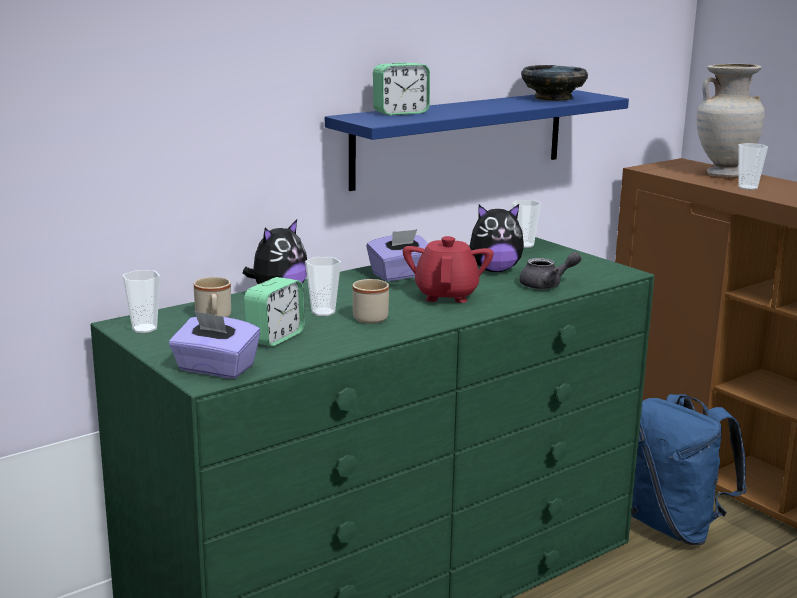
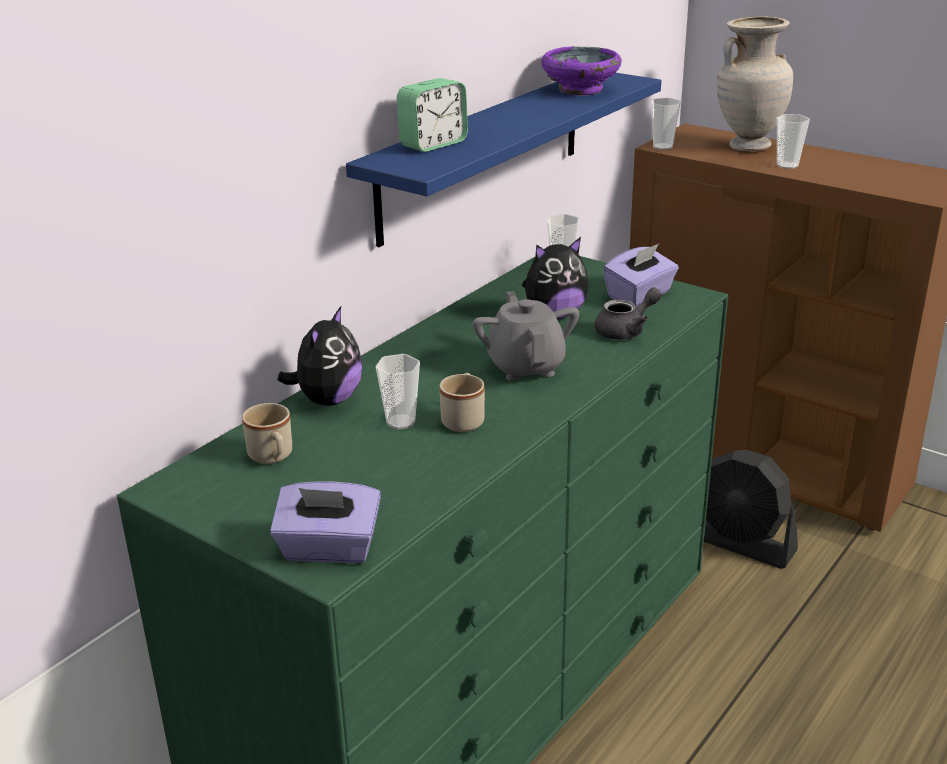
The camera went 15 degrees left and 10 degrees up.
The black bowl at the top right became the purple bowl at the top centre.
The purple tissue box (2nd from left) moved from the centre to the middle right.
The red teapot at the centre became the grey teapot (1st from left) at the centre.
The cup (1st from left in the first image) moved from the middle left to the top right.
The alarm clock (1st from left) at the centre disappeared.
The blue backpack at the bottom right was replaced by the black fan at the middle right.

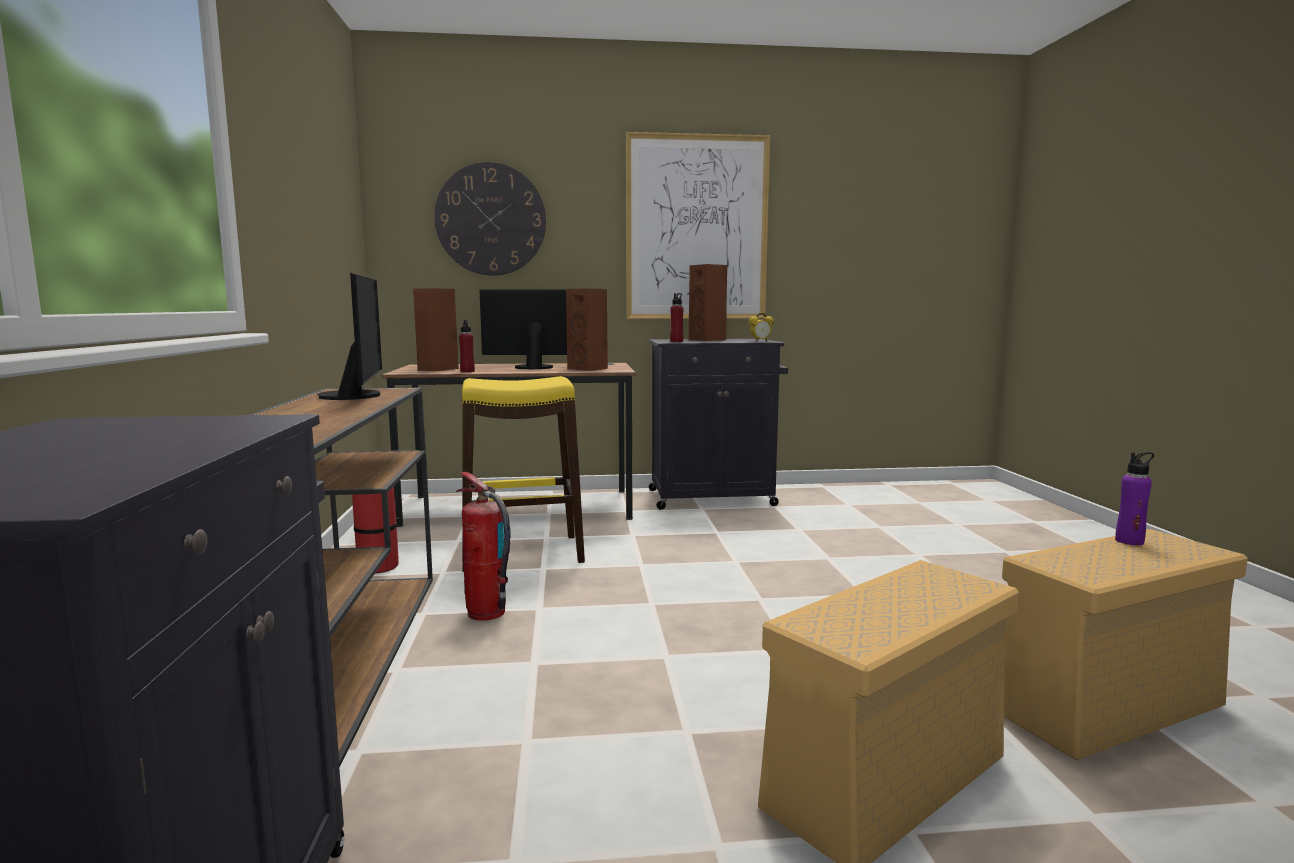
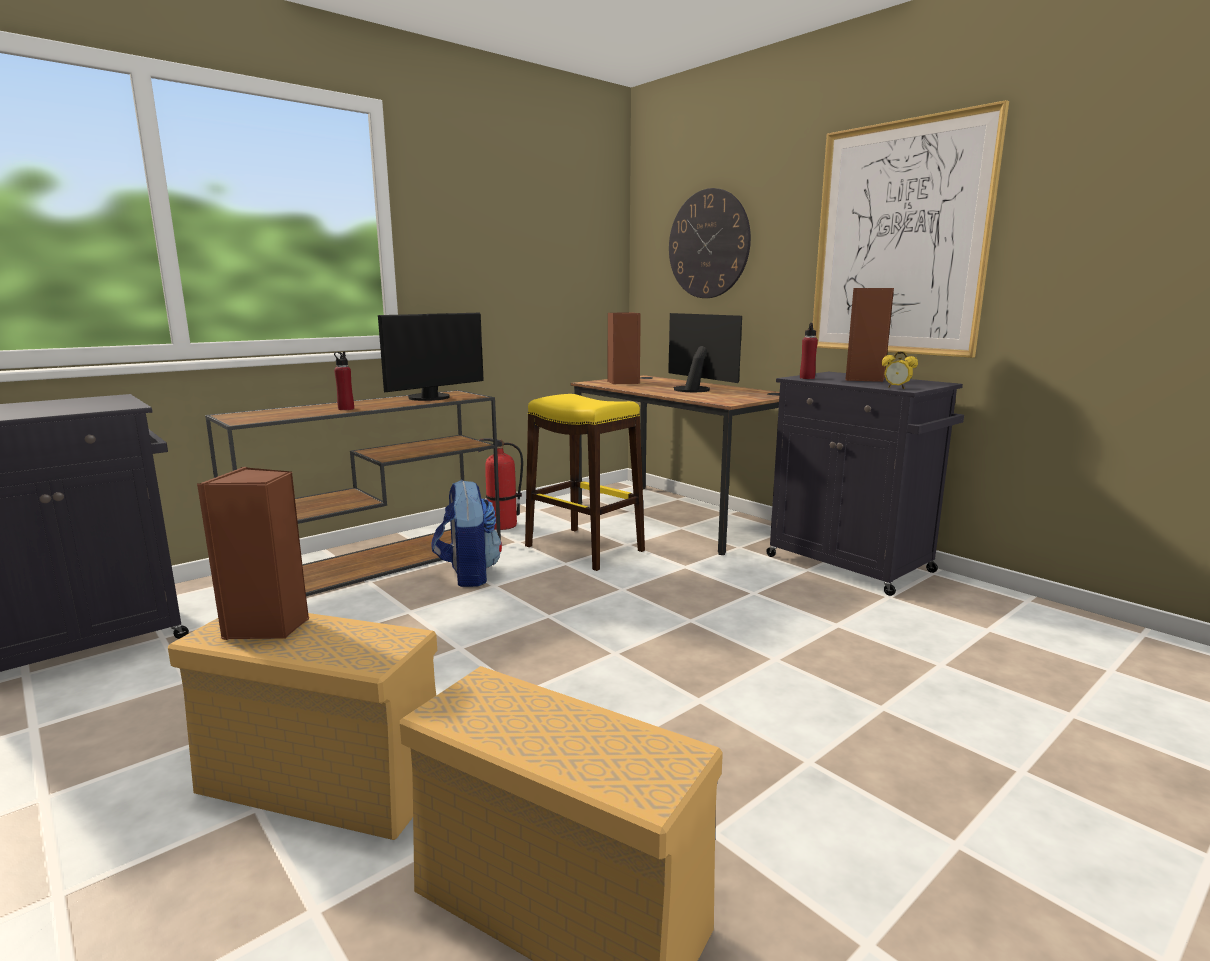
The camera went 55 degrees right and 5 degrees up.
The brown speaker (2nd from left in the first image) moved from the centre to the middle left.
The red bottle (1st from left) moved from the centre to the middle left.
The purple bottle at the middle right disappeared.
The fire extinguisher (2nd from left) at the centre was replaced by the backpack at the centre.

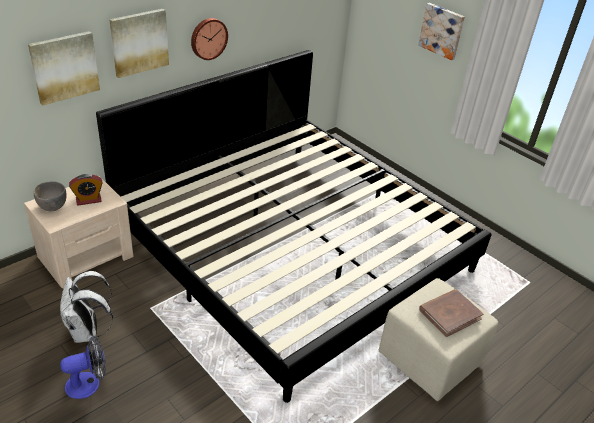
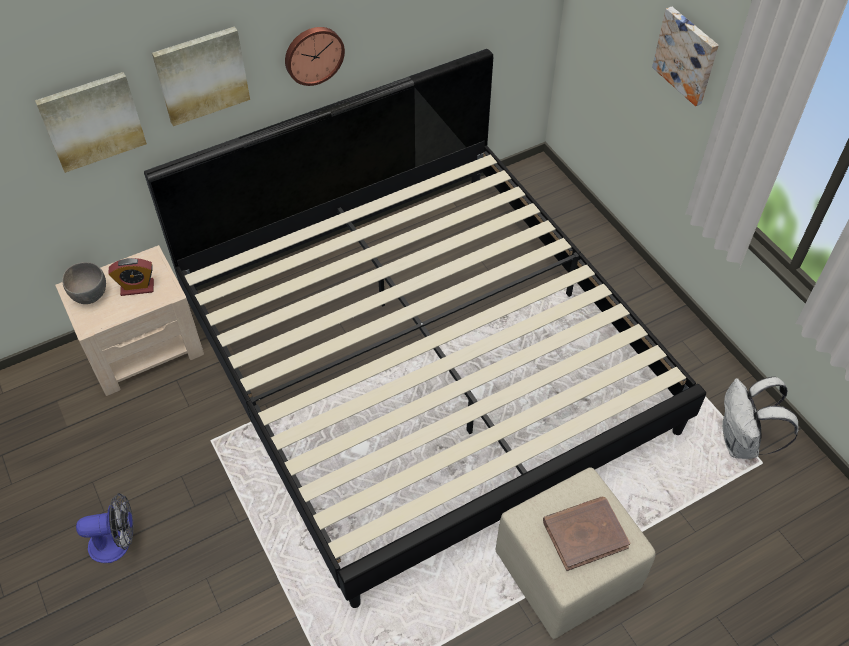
The camera went 15 degrees right and 15 degrees up.
The white backpack moved from the bottom left to the middle right.

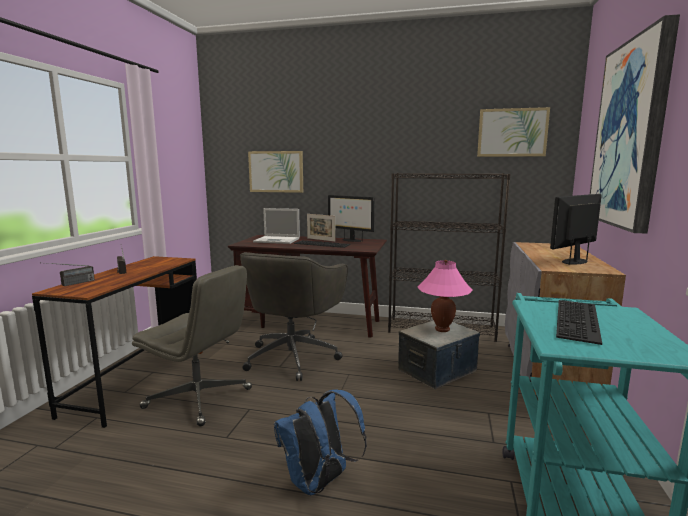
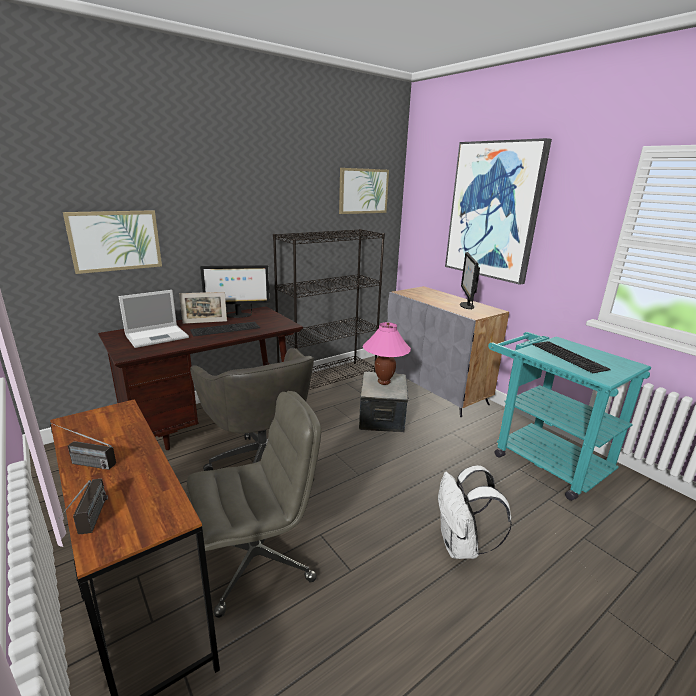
The camera went 50 degrees left and 10 degrees up.
The blue backpack at the bottom centre became the white backpack at the bottom right.

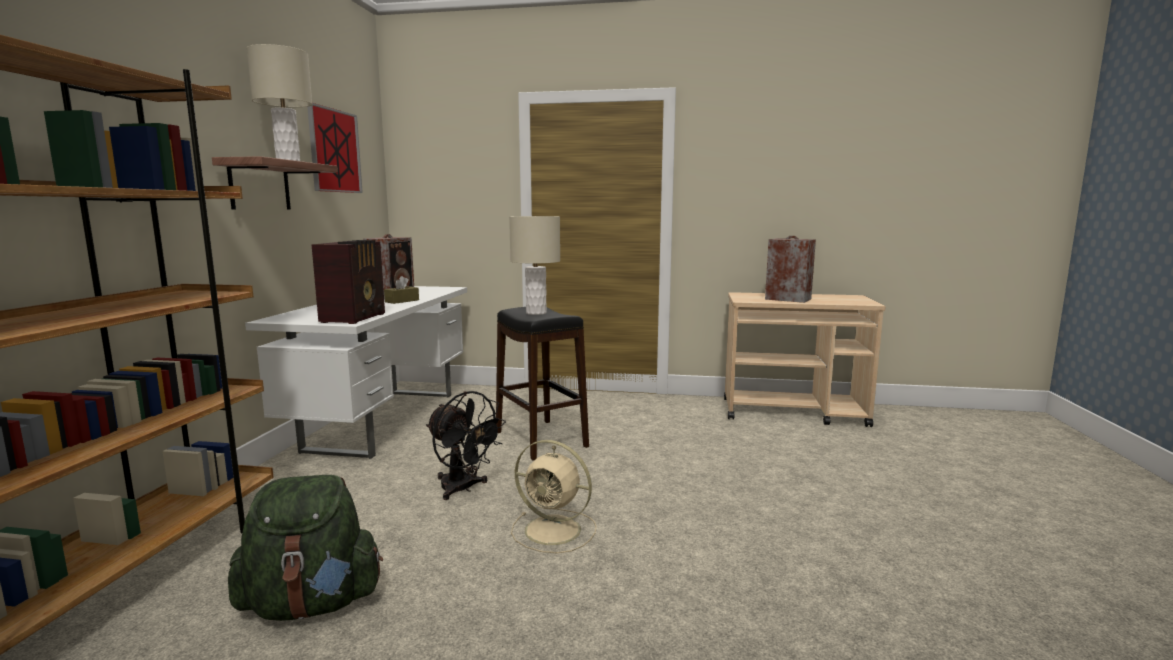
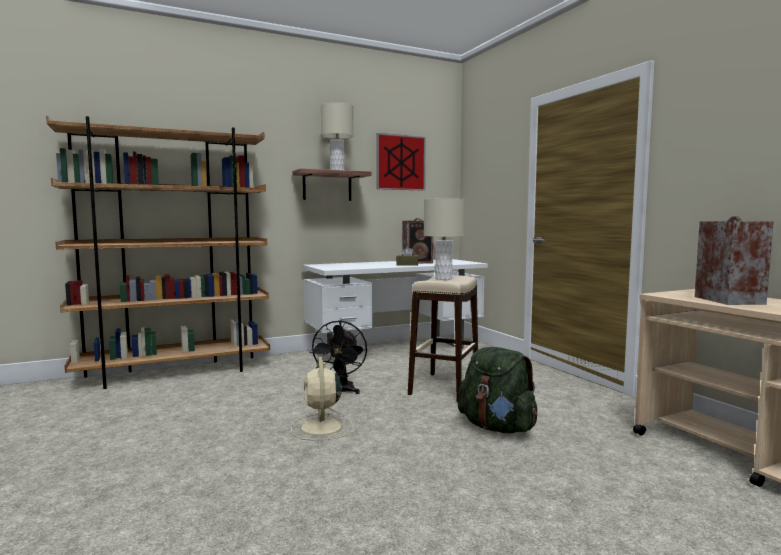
The camera went 55 degrees right and 5 degrees down.
The radio at the middle left disappeared.
The black stool at the centre became the beige stool at the centre.
The green backpack moved from the bottom left to the bottom centre.

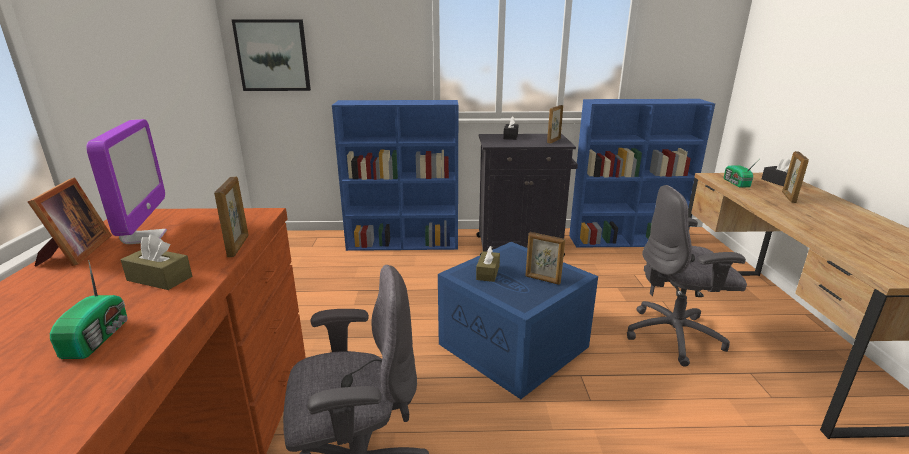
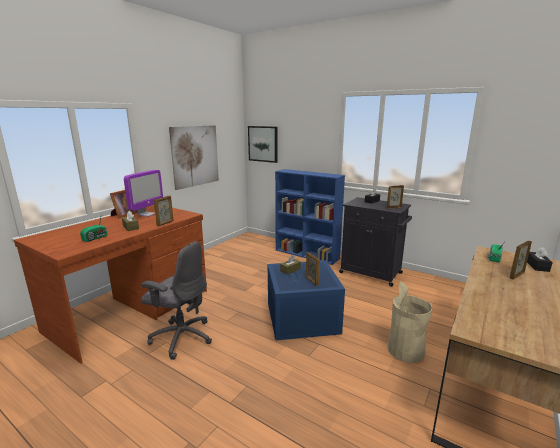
The camera went 35 degrees right and 5 degrees down.
The blue bookcase (2nd from left) at the middle right disappeared.
The grey office chair (2nd from left) at the middle right was replaced by the beige trash can at the bottom right.
The picture (1st from left) at the centre appeared.

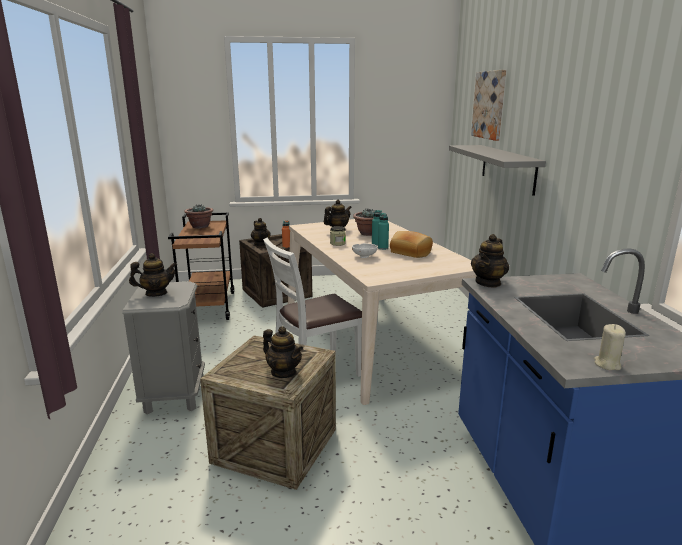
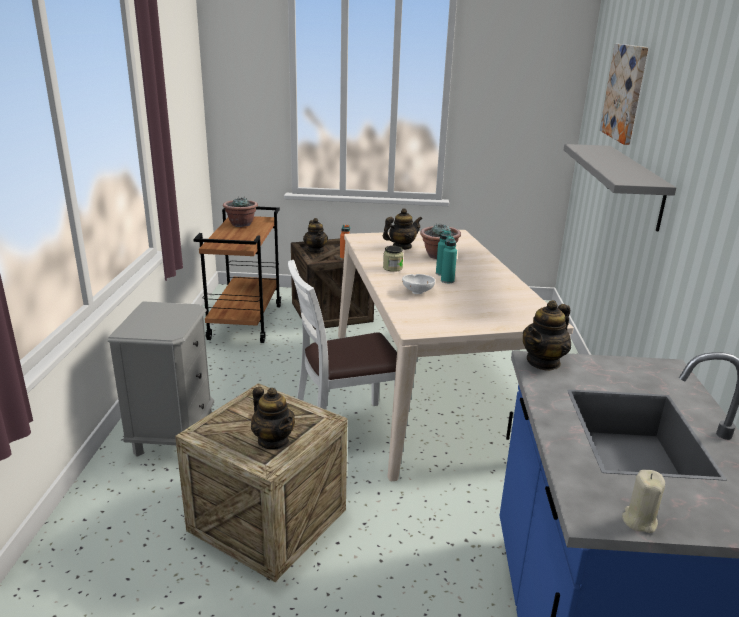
The camera went 10 degrees right and 5 degrees up.
The bread at the centre disappeared.
The teapot (1st from left) at the middle left disappeared.

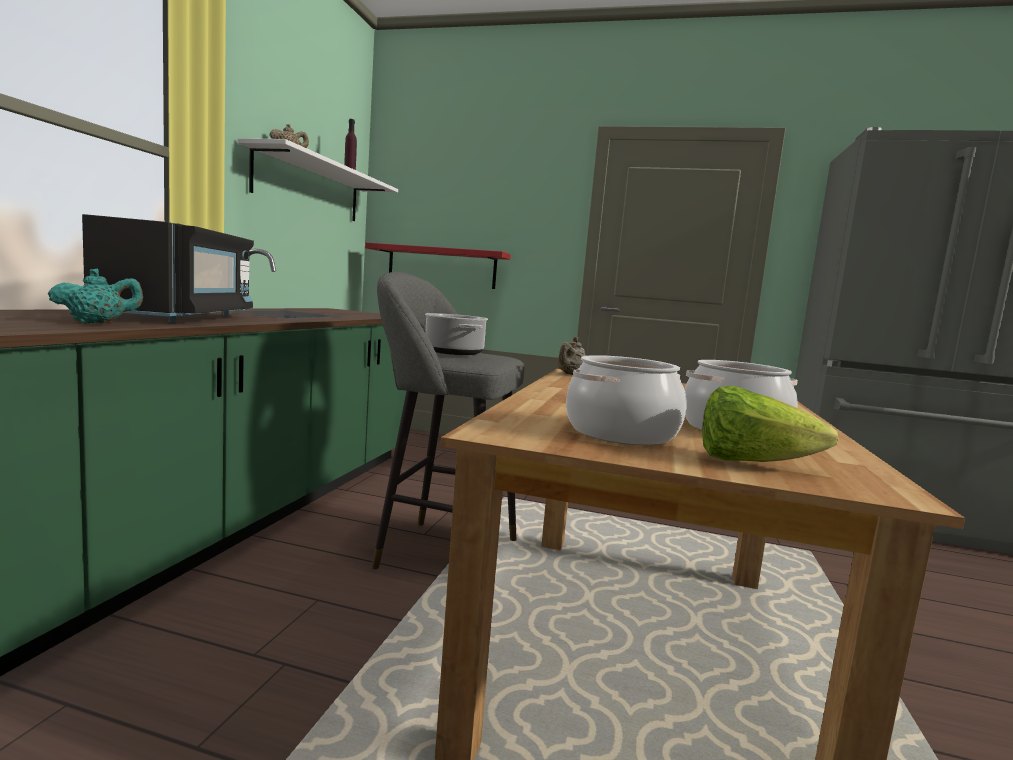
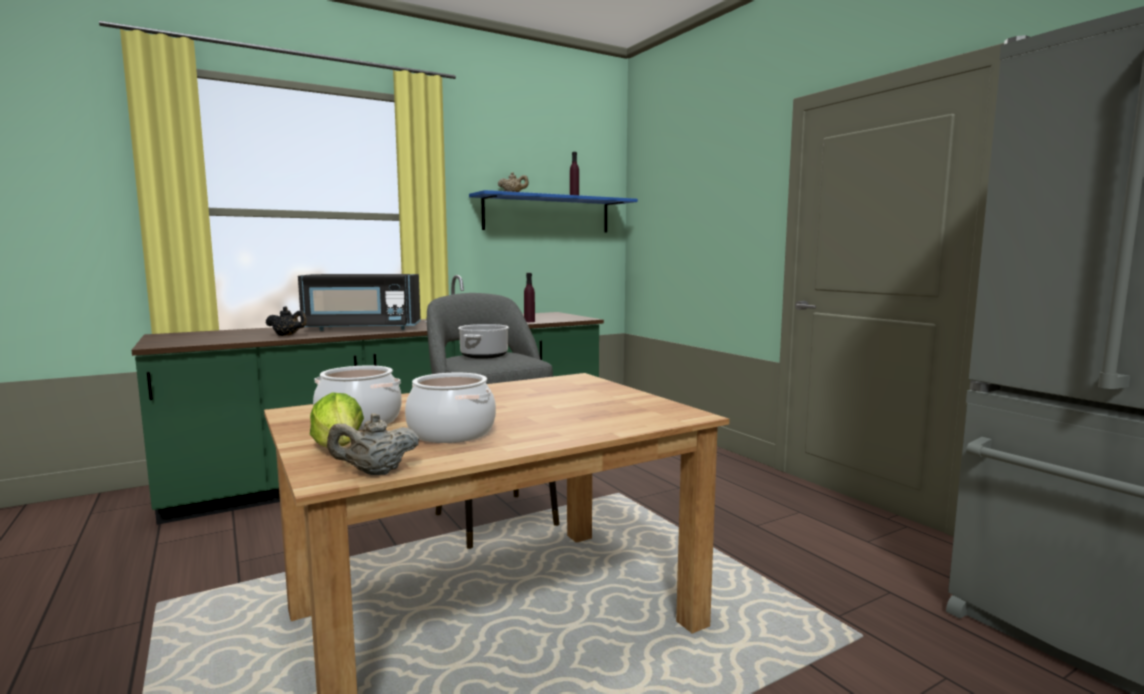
The camera went 45 degrees right and 0 degrees up.
The white shelf at the top left became the blue shelf at the top centre.
The black microwave at the middle left turned 45 degrees clockwise.
The red shelf at the centre disappeared.
The turquoise teapot at the middle left became the black teapot at the middle left.
The beige teapot (2nd from left in the first image) moved from the centre to the middle left.
The purple bottle (1st from left) at the centre appeared.

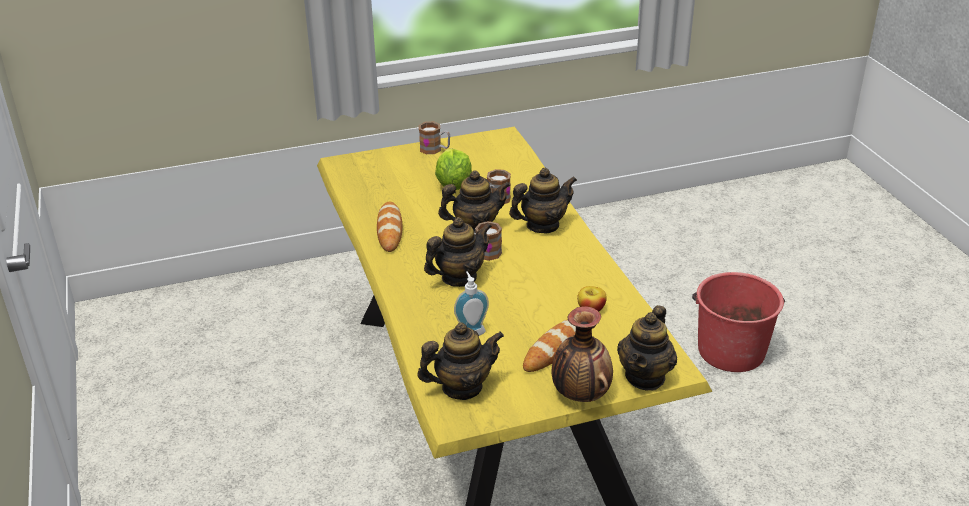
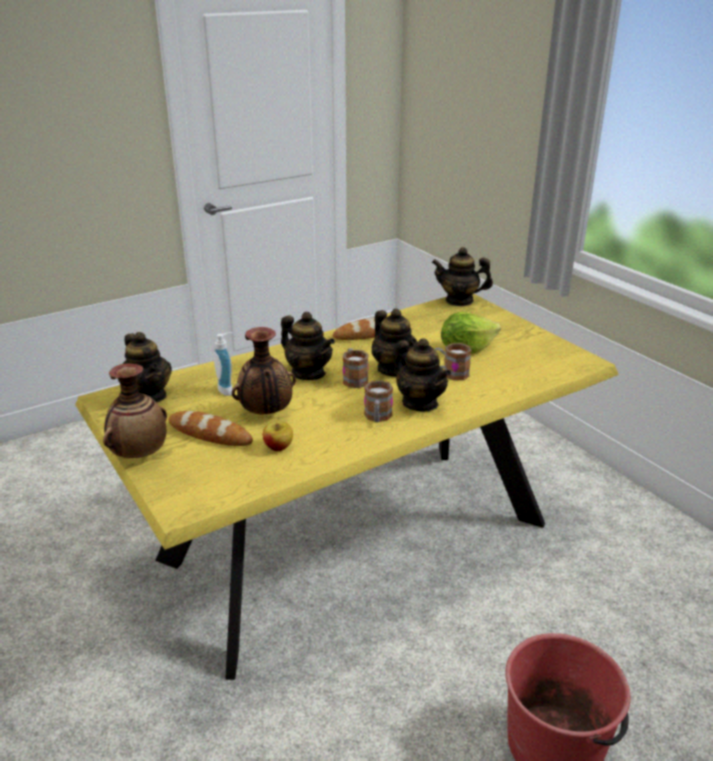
The camera went 75 degrees right and 5 degrees down.
The mug (1st from left in the first image) moved from the top centre to the centre.
The teapot (5th from left) moved from the bottom right to the centre.
The vase (2nd from left) at the centre appeared.

